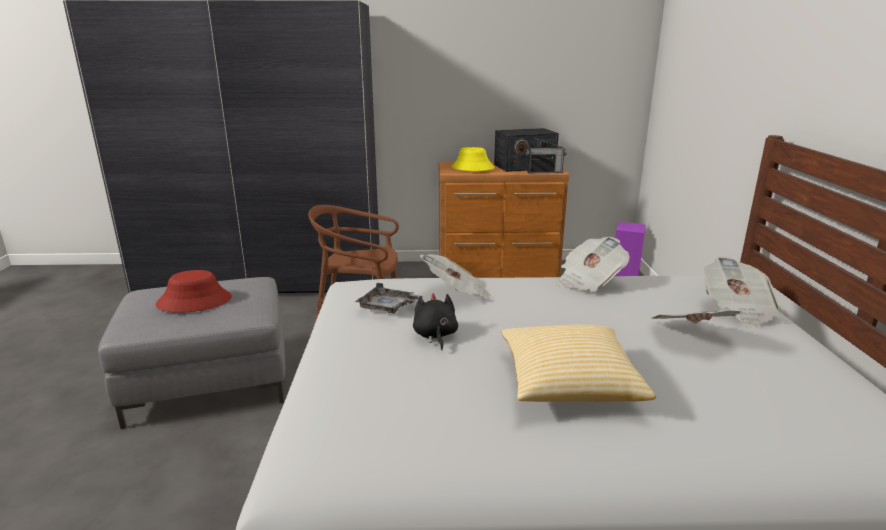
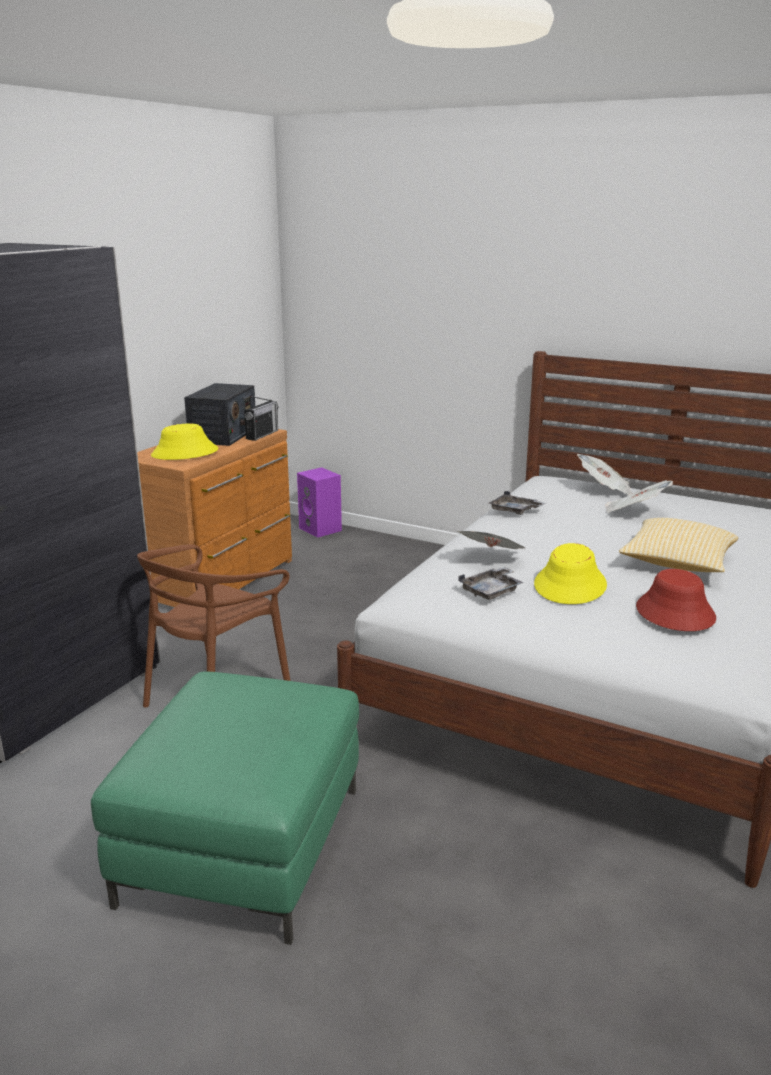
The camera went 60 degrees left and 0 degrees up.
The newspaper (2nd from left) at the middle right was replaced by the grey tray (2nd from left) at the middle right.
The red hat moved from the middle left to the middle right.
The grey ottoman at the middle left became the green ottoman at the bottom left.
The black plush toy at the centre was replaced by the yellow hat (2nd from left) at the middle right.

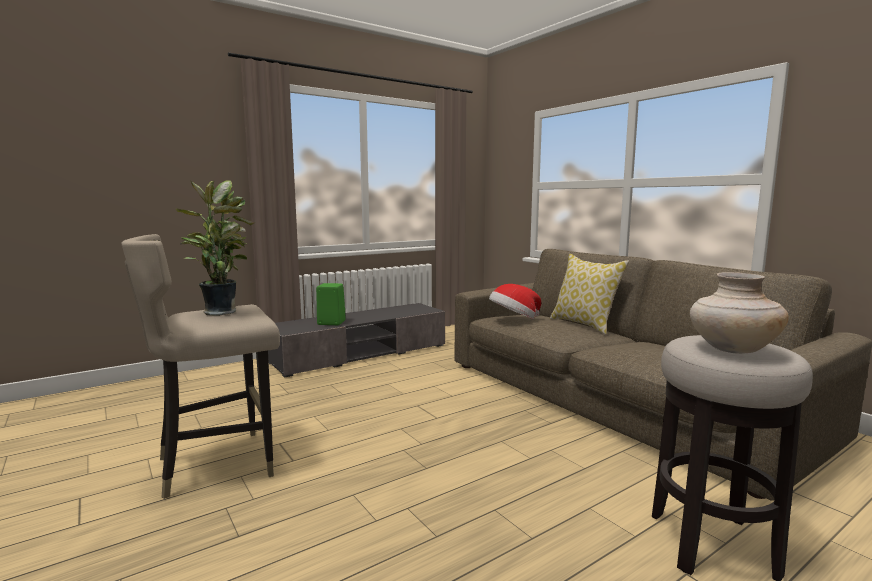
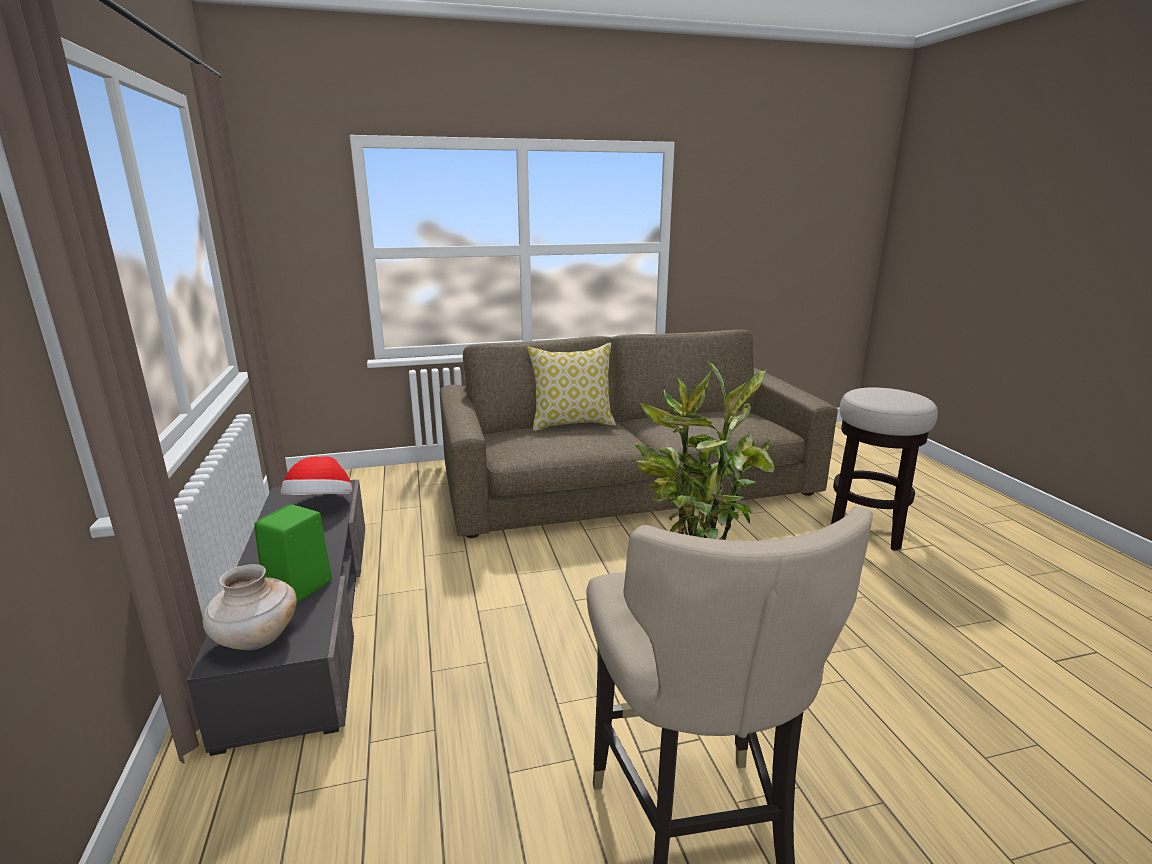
The camera went 70 degrees left and 10 degrees up.
The beige vase moved from the middle right to the bottom left.
The hat moved from the centre to the middle left.

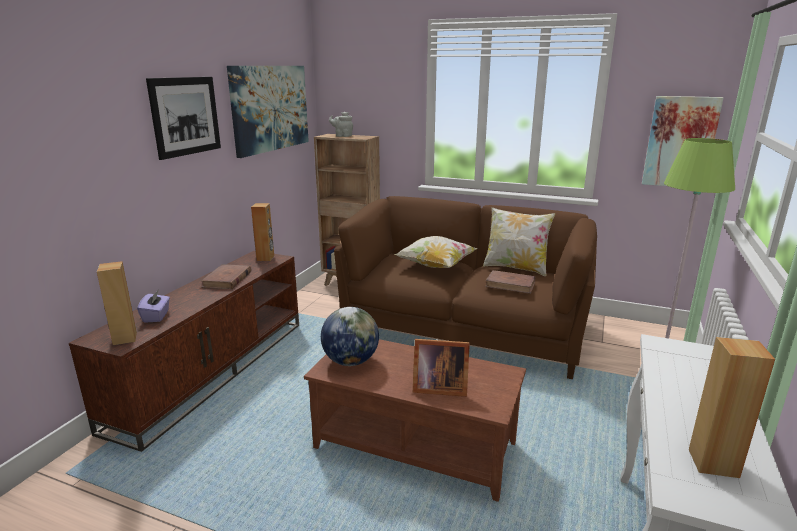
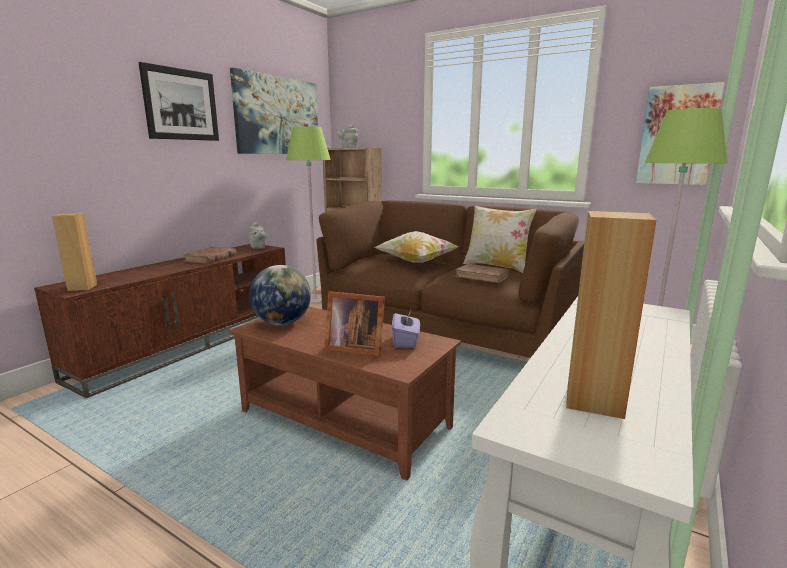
The camera went 10 degrees right and 5 degrees down.
The brown speaker (2nd from left) at the middle left was replaced by the grey teapot (1st from left) at the middle left.
The purple tissue box moved from the middle left to the centre.
The green floor lamp (1st from left) at the centre appeared.

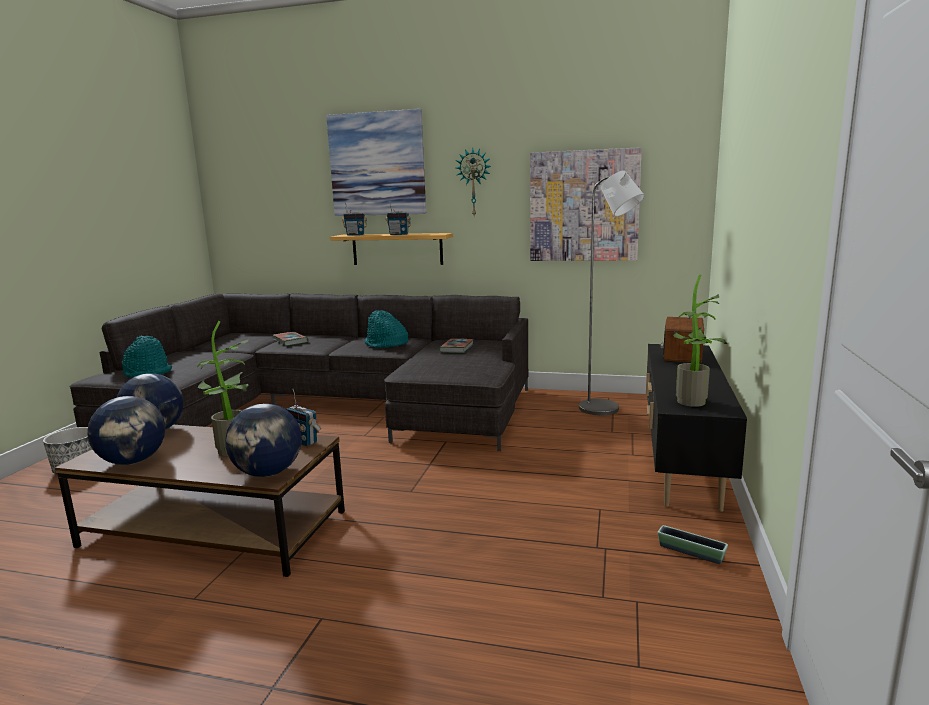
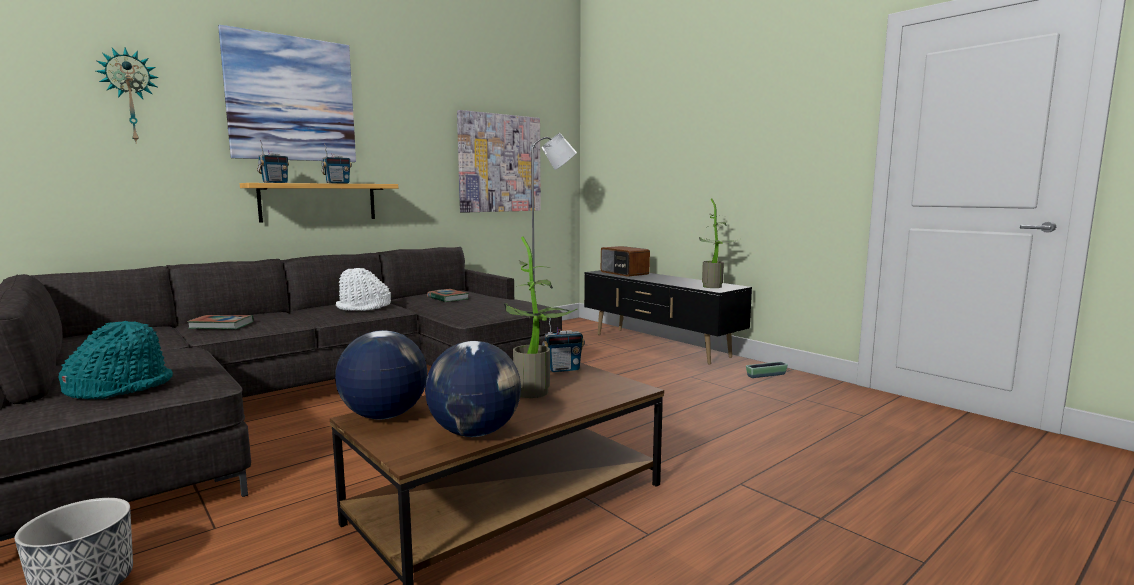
The camera went 55 degrees left and 5 degrees down.
The wall clock moved from the top centre to the top left.
The turquoise hat (2nd from left) at the centre became the white hat at the middle left.
The globe (3rd from left) at the middle left disappeared.

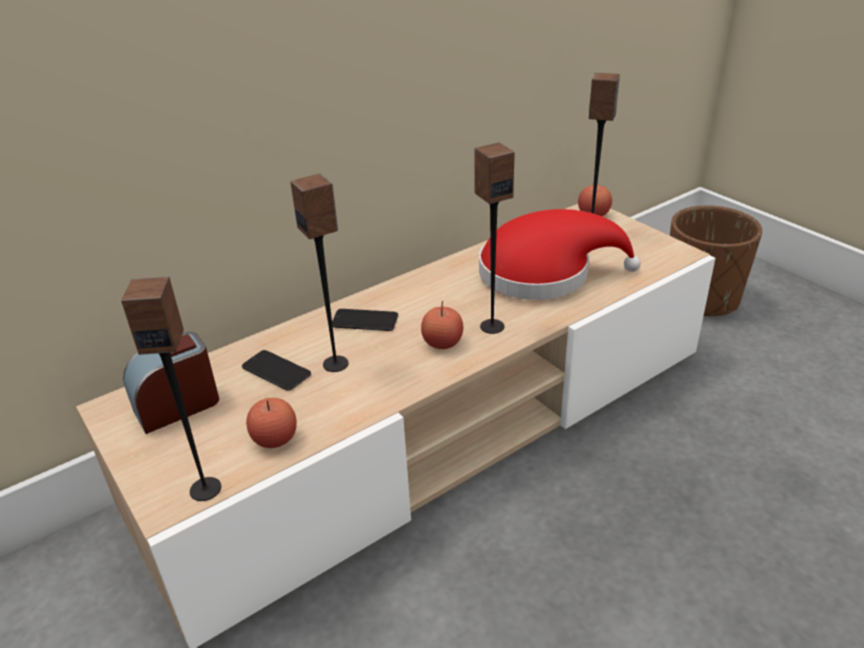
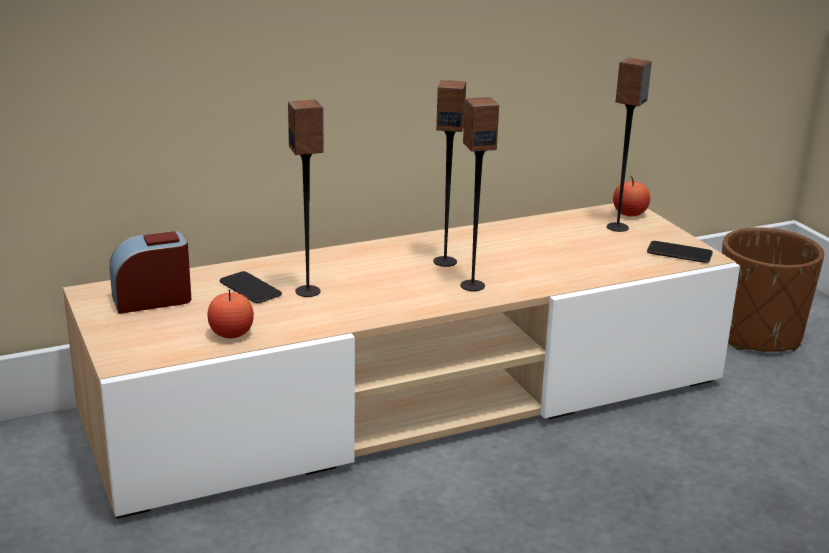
The camera went 10 degrees right and 10 degrees down.
The red hat at the centre disappeared.
The speaker (1st from left in the first image) moved from the middle left to the top centre.
The apple (2nd from left) at the centre disappeared.
The phone (2nd from left) moved from the centre to the middle right.

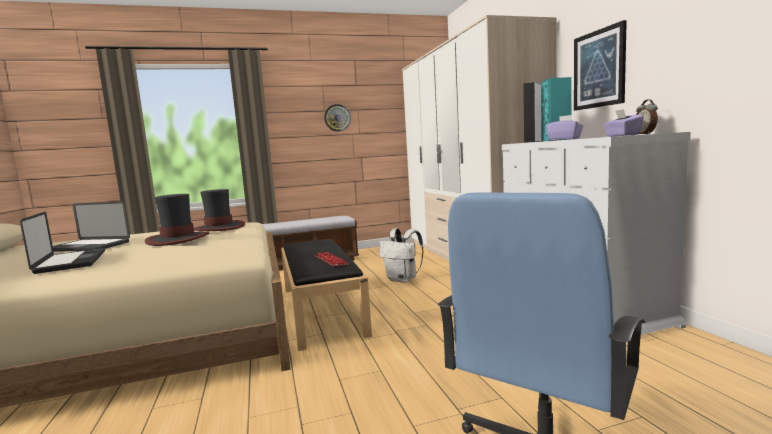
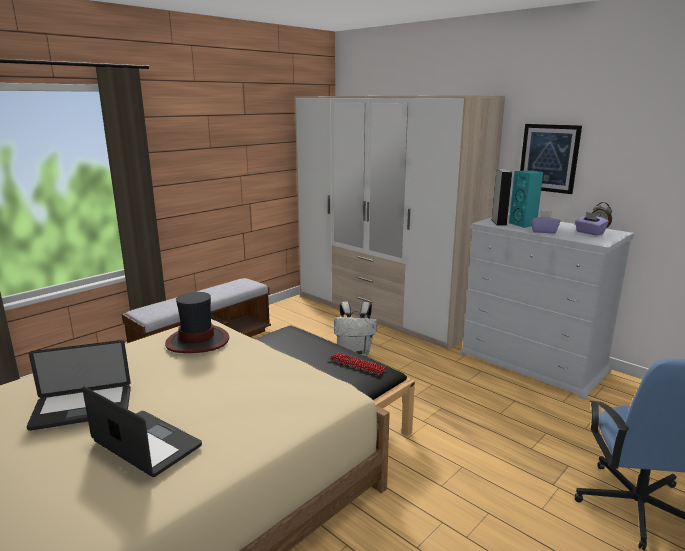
The camera went 30 degrees left and 10 degrees up.
The wall clock at the top centre disappeared.
The hat (1st from left) at the middle left disappeared.

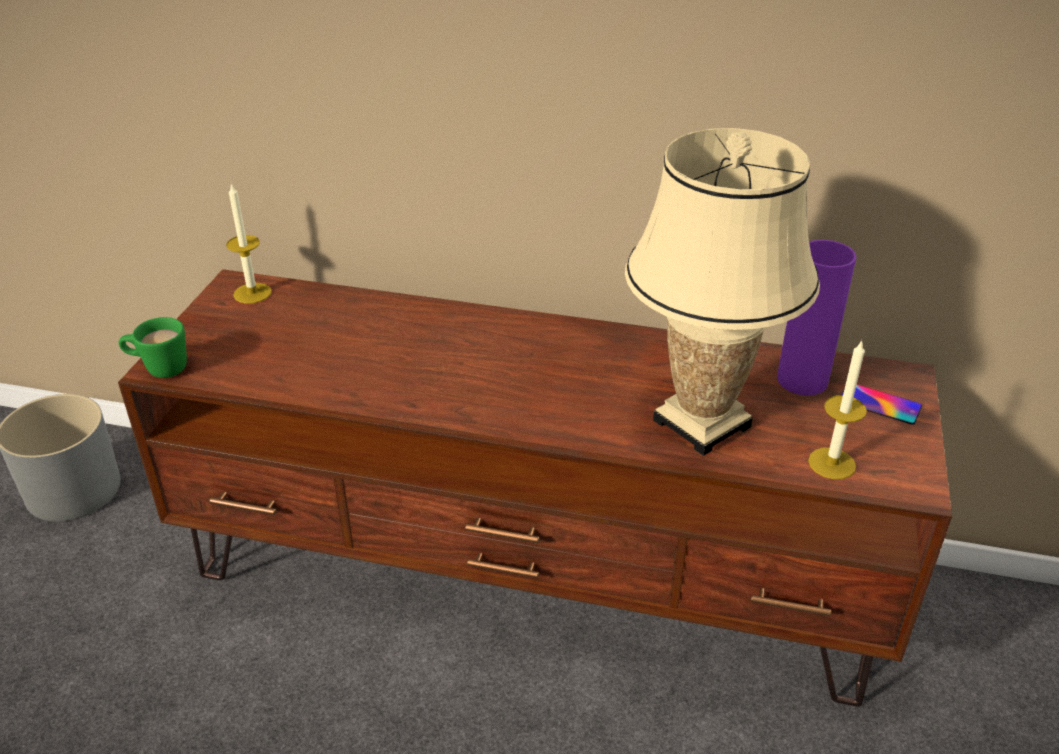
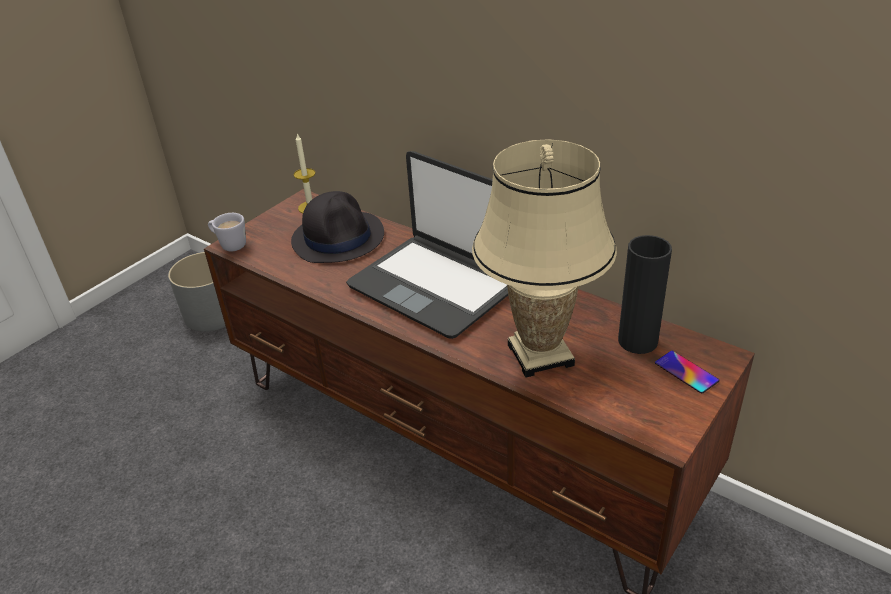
The camera went 25 degrees right and 0 degrees up.
The purple vase at the middle right became the black vase at the middle right.
The green mug at the middle left became the white mug at the middle left.
The candle (2nd from left) at the middle right disappeared.
The laptop at the centre appeared.
The black hat at the centre appeared.

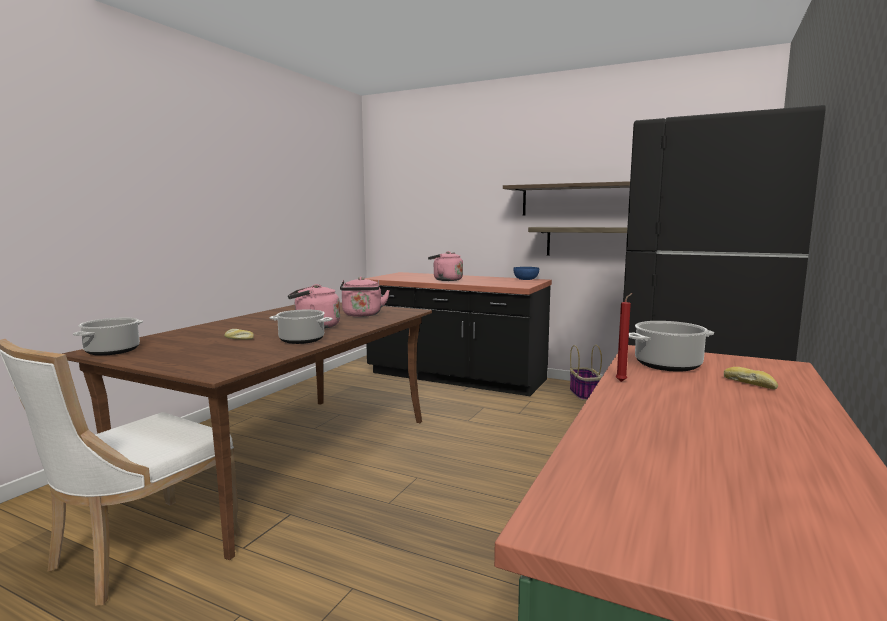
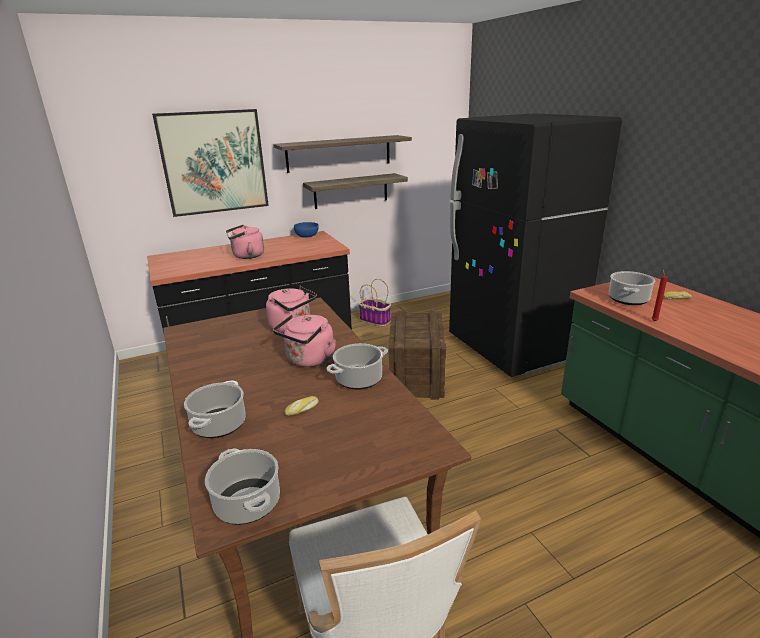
The camera went 50 degrees left and 15 degrees up.
The picture at the top left appeared.
The crate at the centre appeared.
The cooking pot (1st from left) at the middle left appeared.

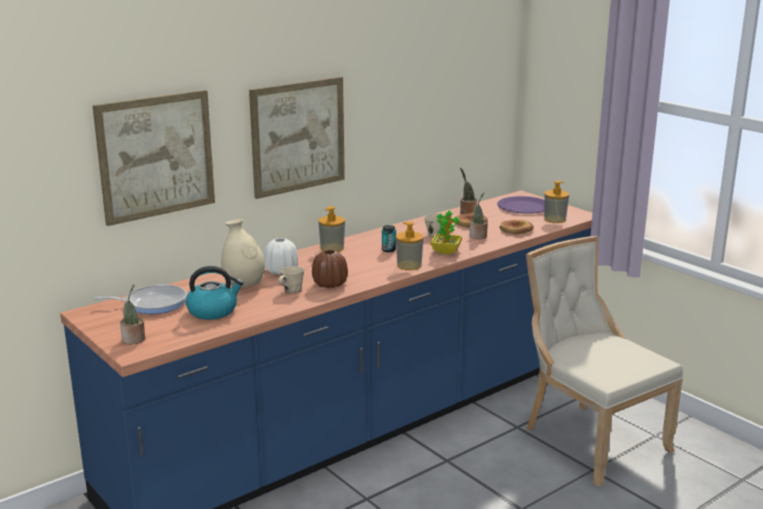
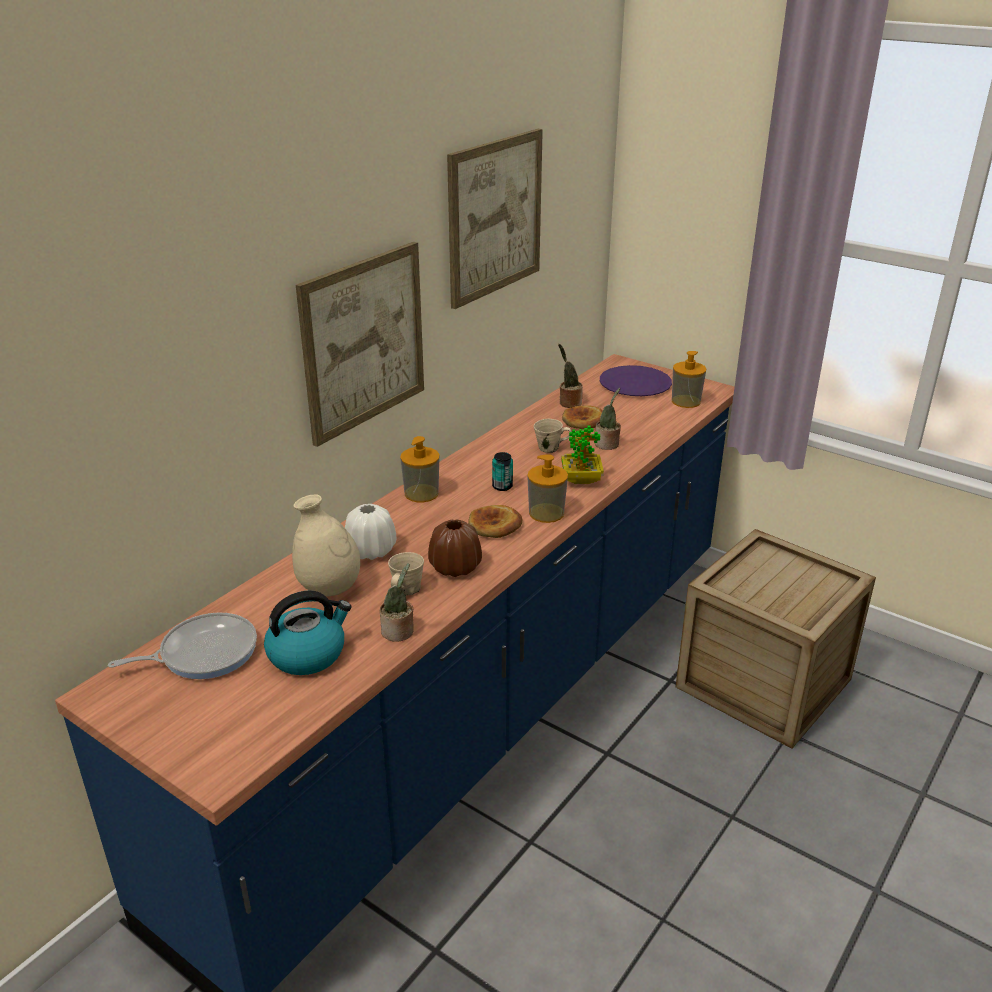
The camera went 15 degrees left and 10 degrees up.
The picture (1st from left in the first image) moved from the top left to the top centre.
The bread (2nd from left in the first image) moved from the middle right to the centre.
The beige chair at the bottom right was replaced by the crate at the middle right.
The potted plant (1st from left) moved from the middle left to the centre.

